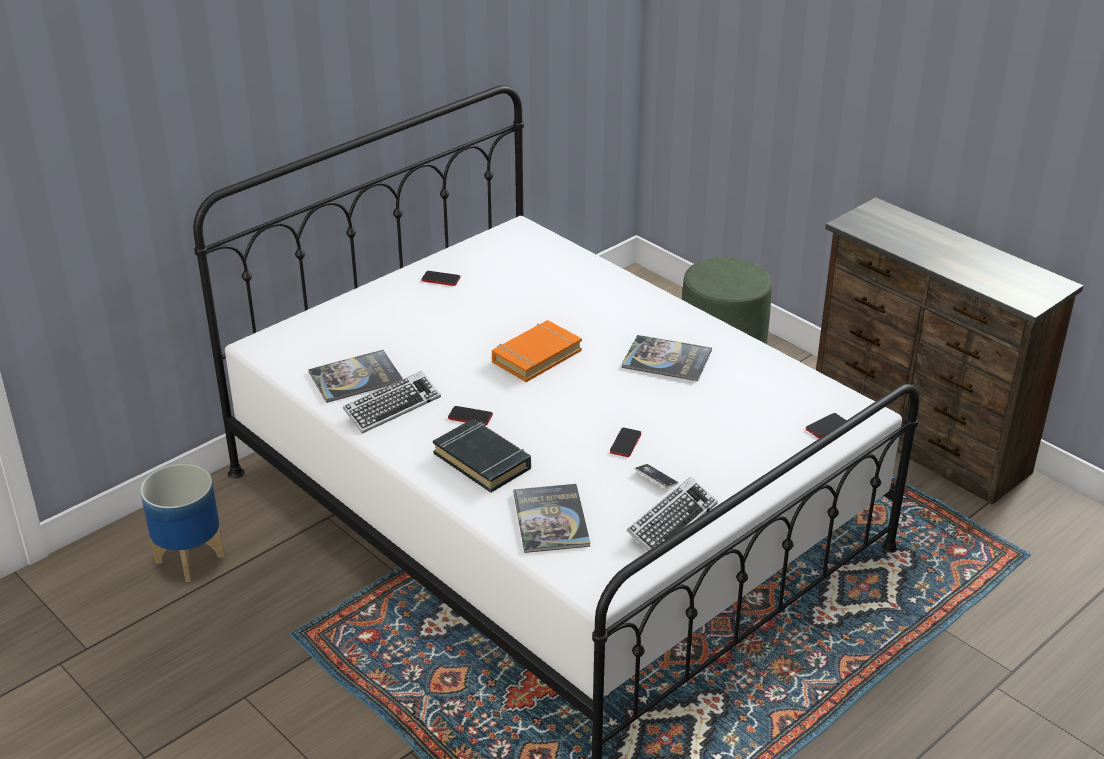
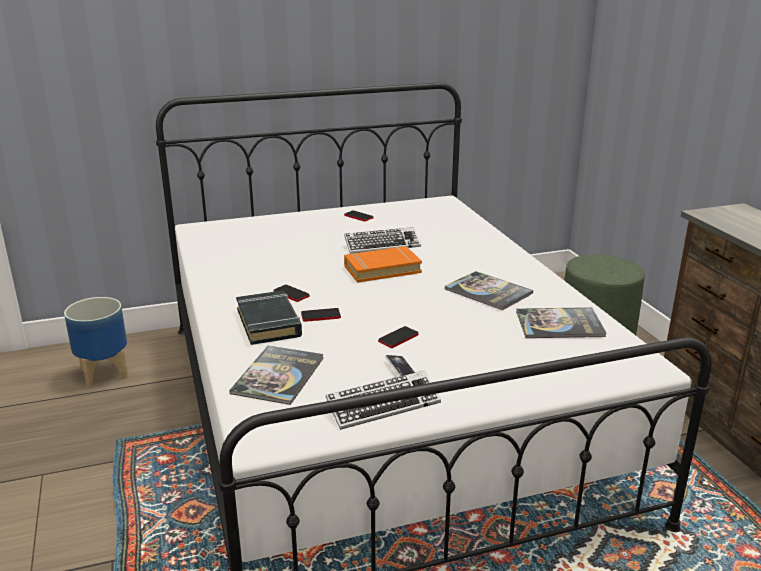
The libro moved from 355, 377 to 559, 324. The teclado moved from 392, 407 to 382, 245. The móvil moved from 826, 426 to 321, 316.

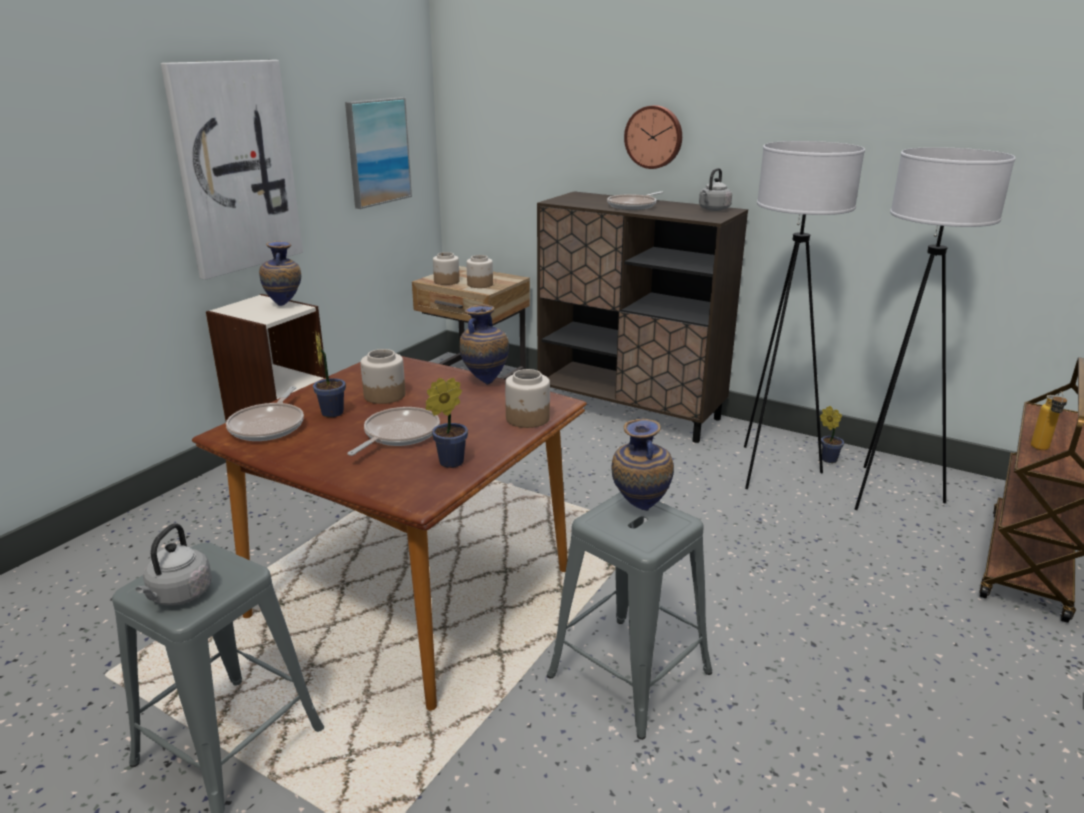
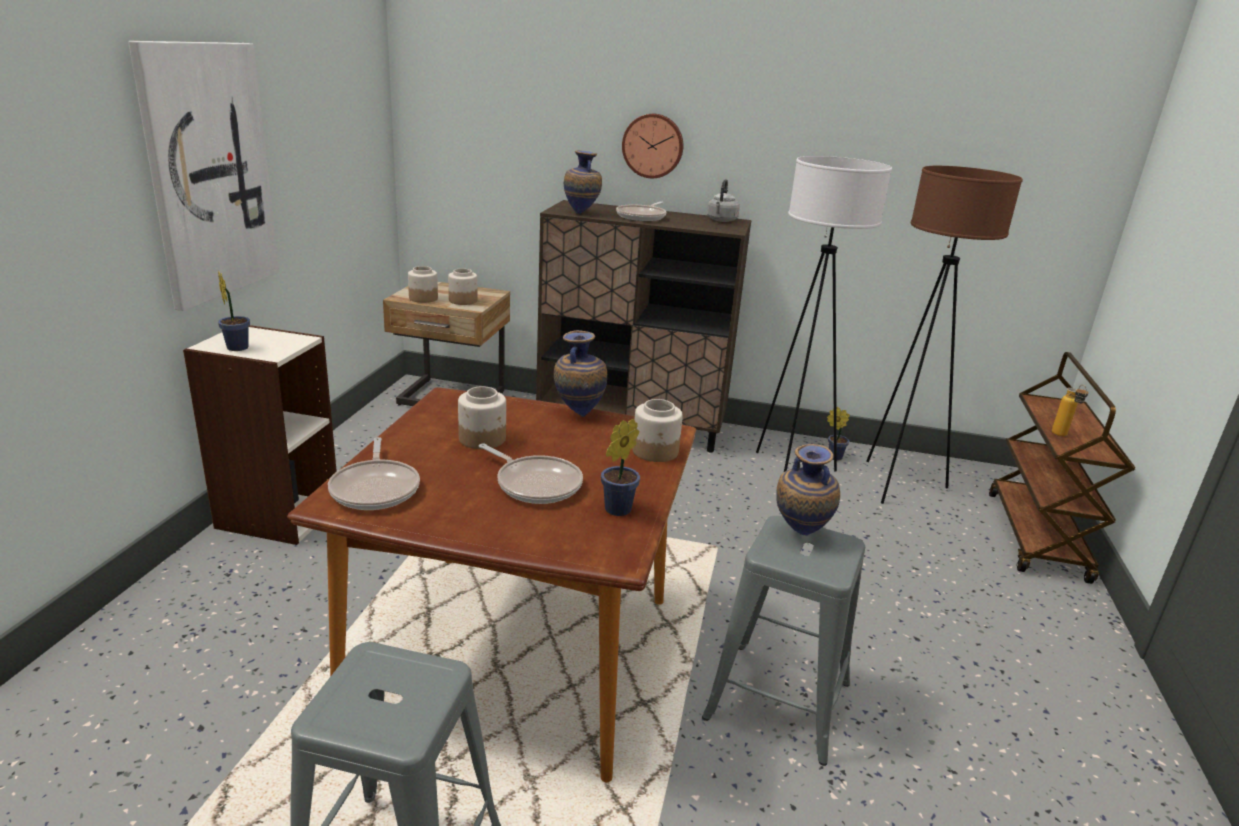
The cuadro at 378, 152 disappeared. The lámpara de pie (blanco) at 886, 492 became the lámpara de pie (marrón) at 897, 484. The florero moved from 285, 305 to 582, 213. The planta en maceta moved from 332, 411 to 237, 347. The sartén at 398, 435 turned 120 degrees clockwise. The hervidor (gris) at 179, 595 disappeared.

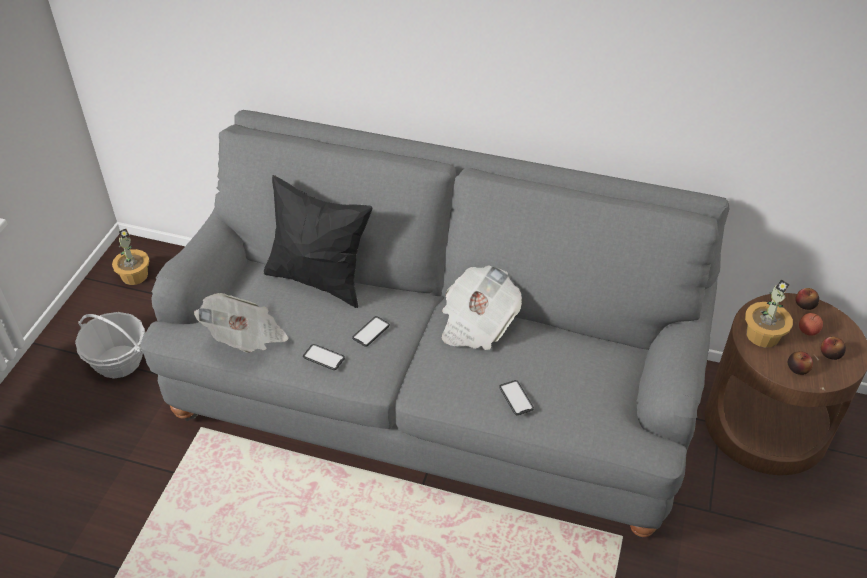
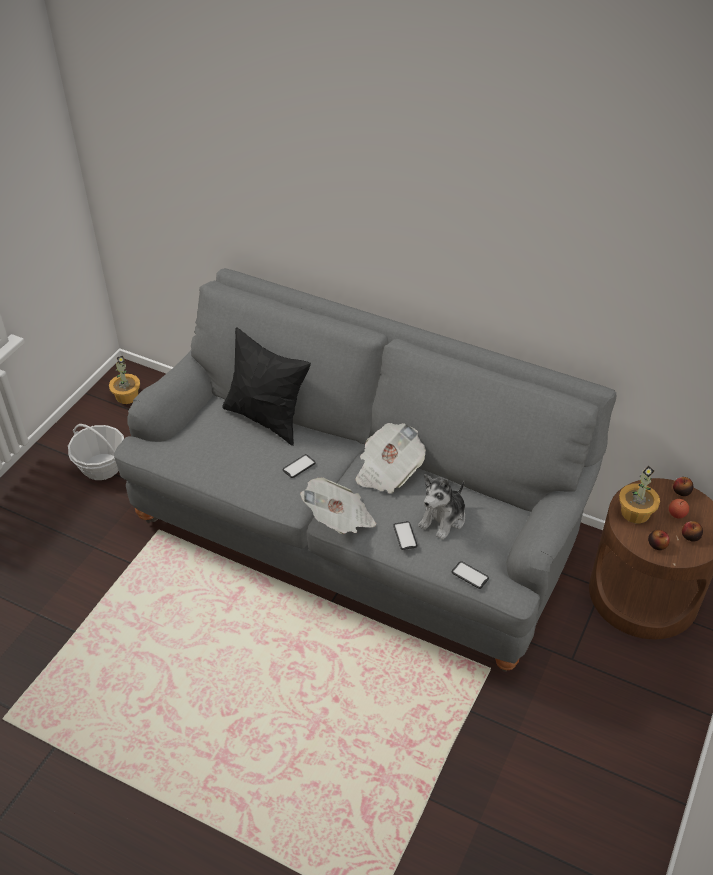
The periódico moved from 246, 338 to 339, 519. The móvil moved from 323, 357 to 470, 575. The peluche at 443, 519 appeared.

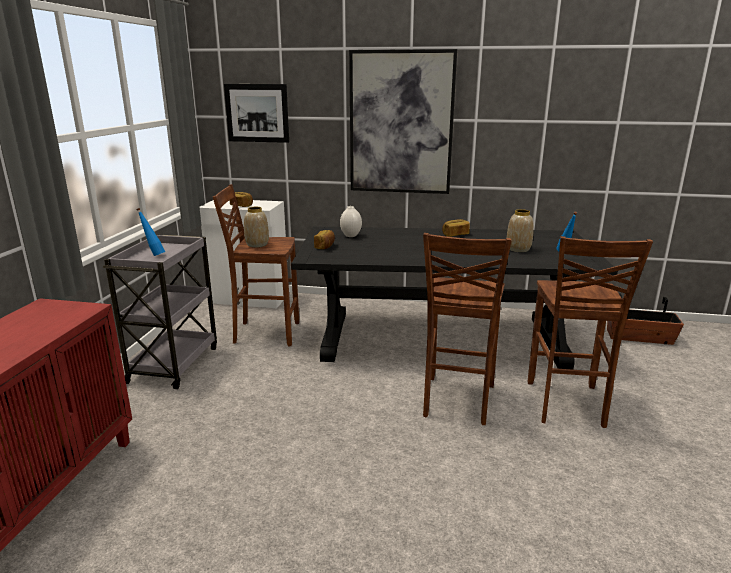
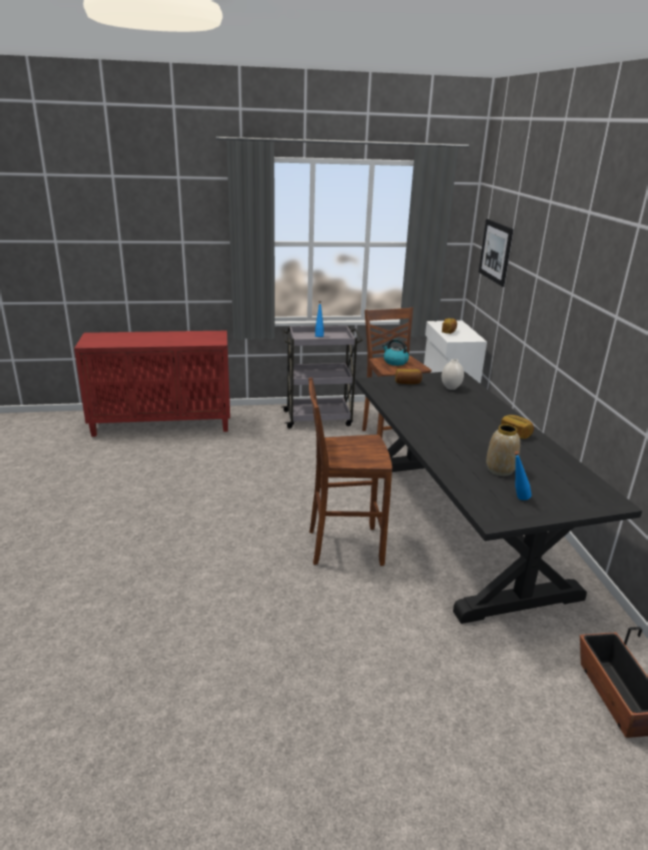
The cuadro at 401, 123 disappeared. The florero at 257, 244 was replaced by the hervidor at 395, 362. The taburete (marrón) at 566, 405 disappeared.

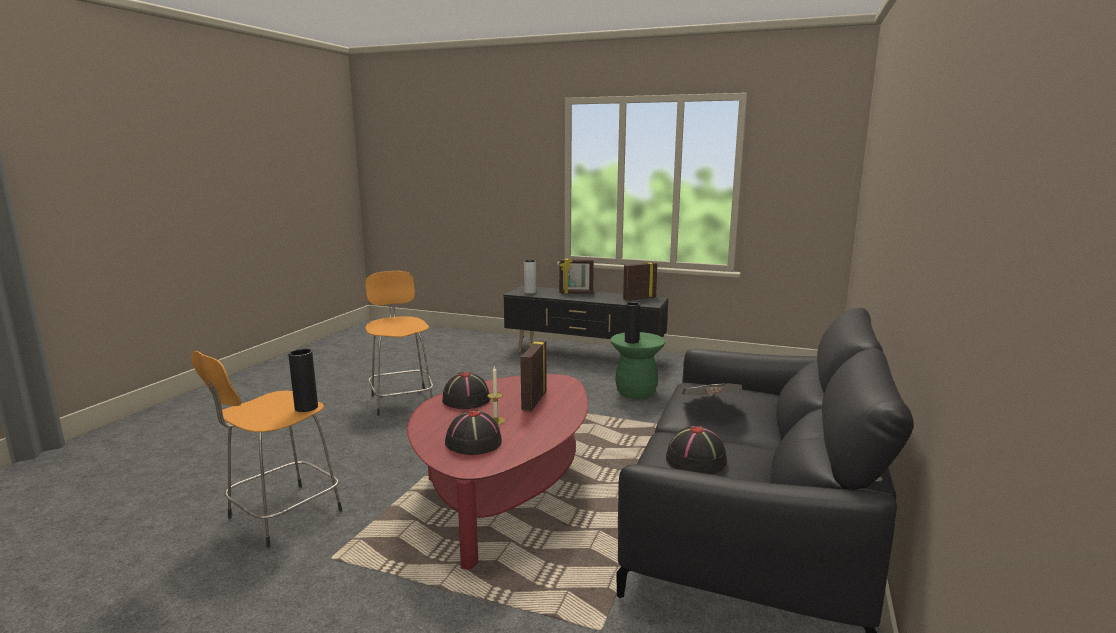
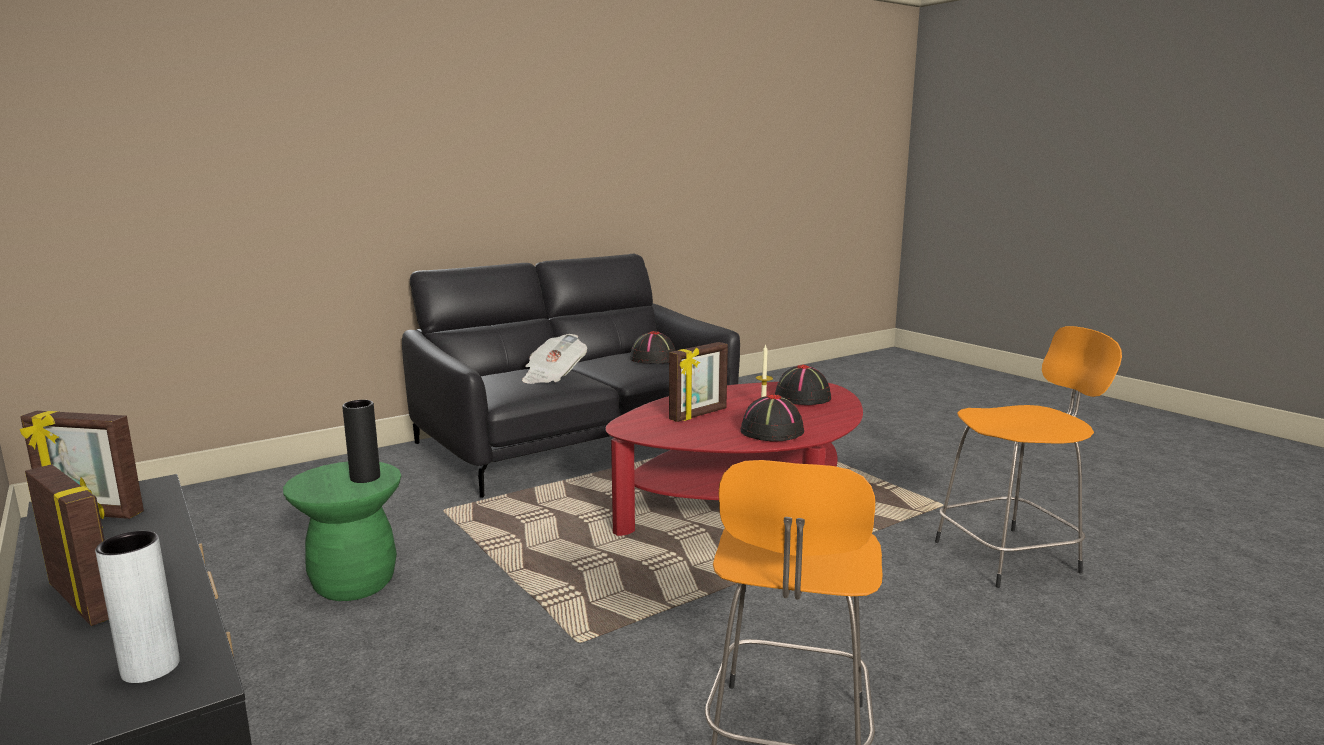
The florero (negro) at 306, 408 disappeared.

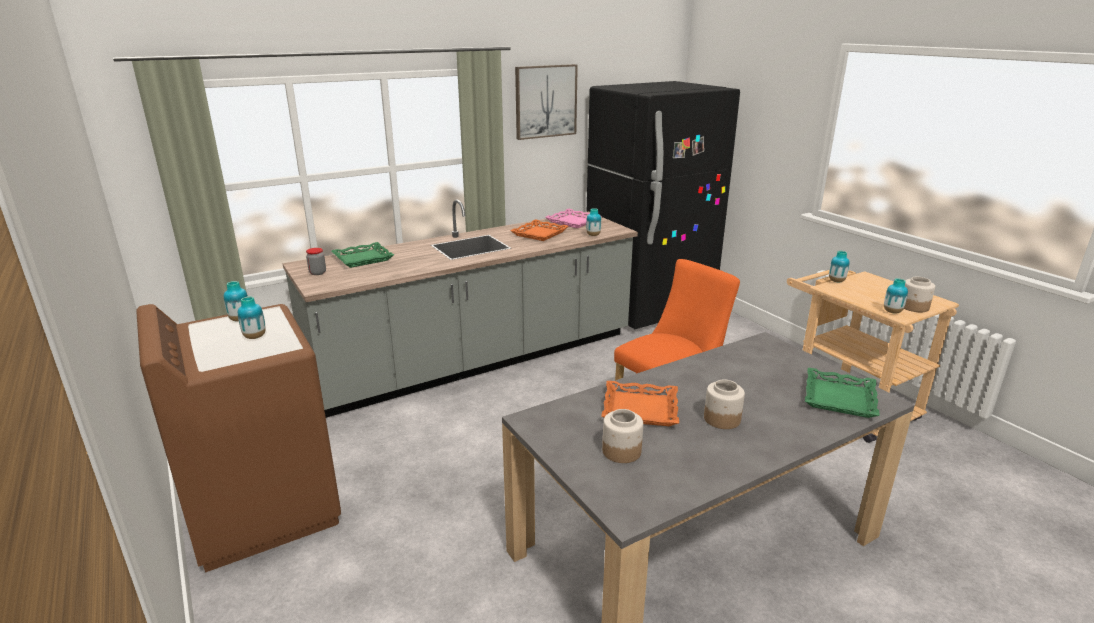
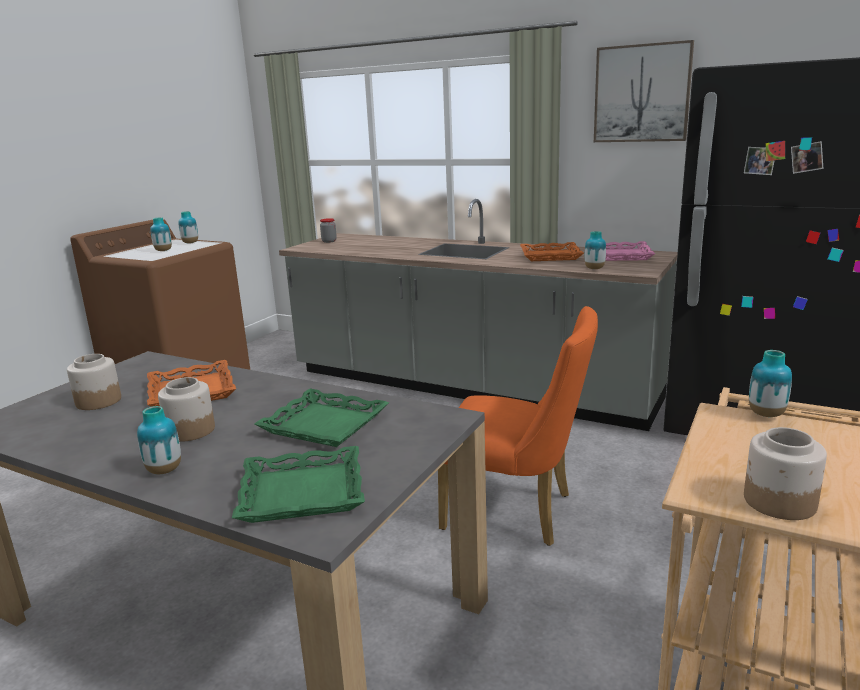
The bandeja (verde) moved from 363, 258 to 325, 424. The florero moved from 892, 312 to 164, 470.

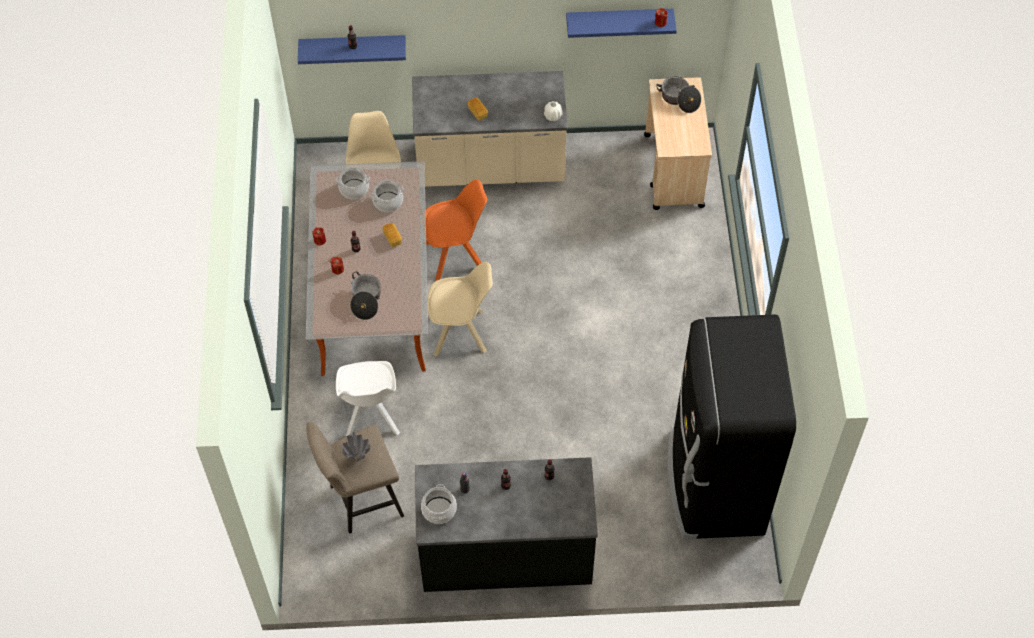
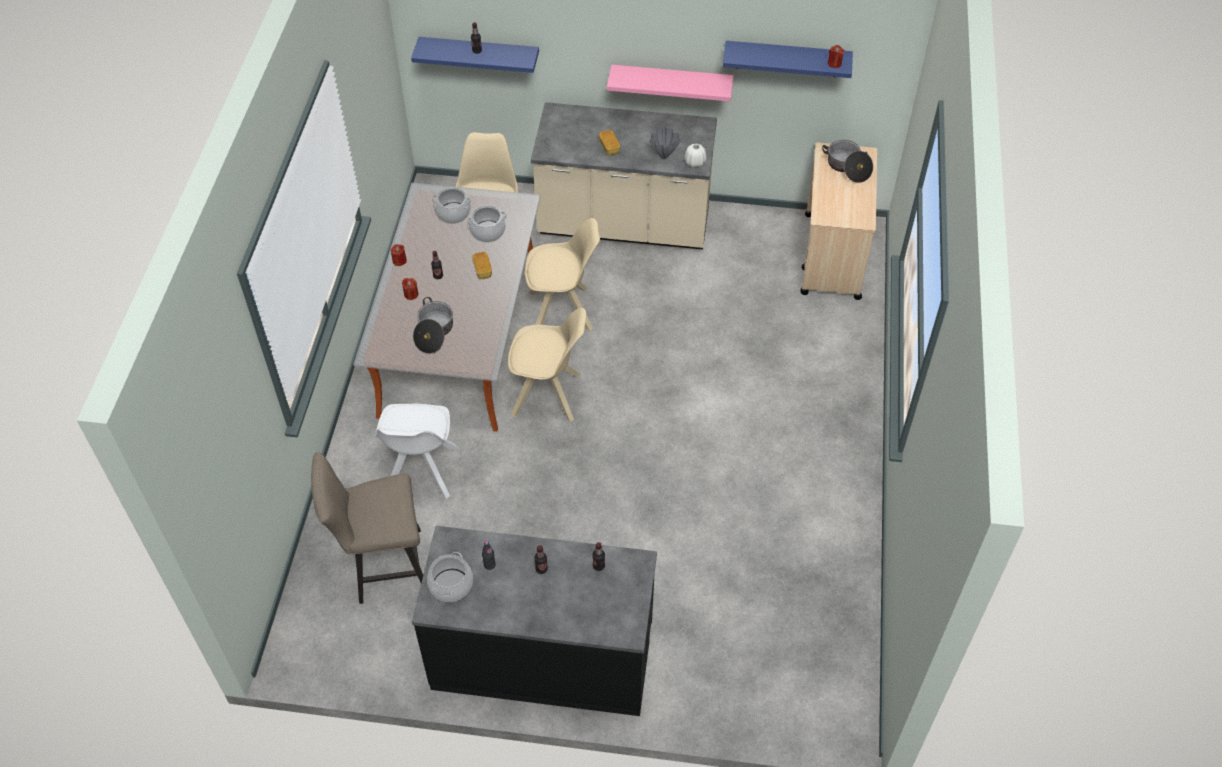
The silla (naranja) at 456, 255 became the silla (beis) at 563, 311. The nevera (negro) at 714, 483 disappeared. The florero (gris) moved from 357, 458 to 663, 157. The estante (rosa) at 671, 82 appeared.

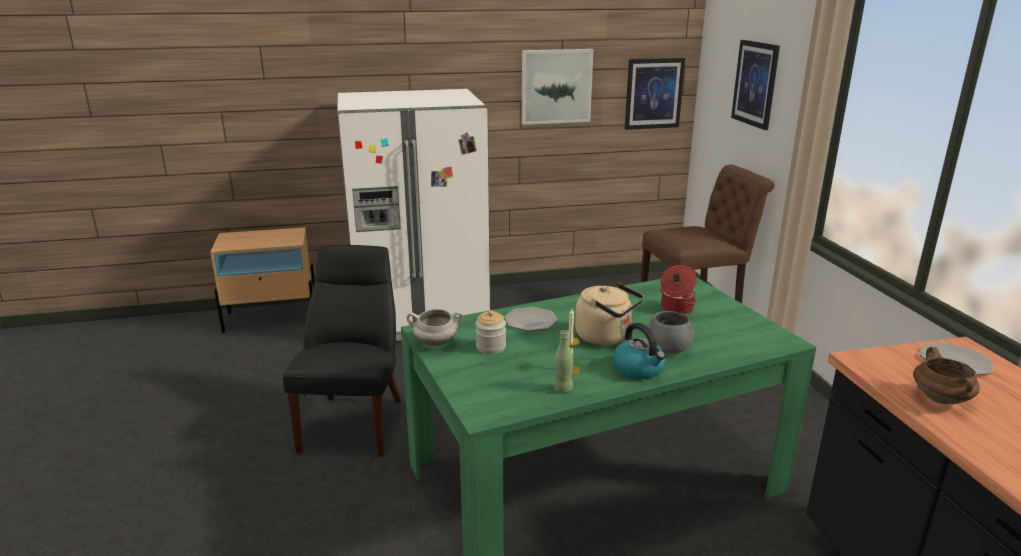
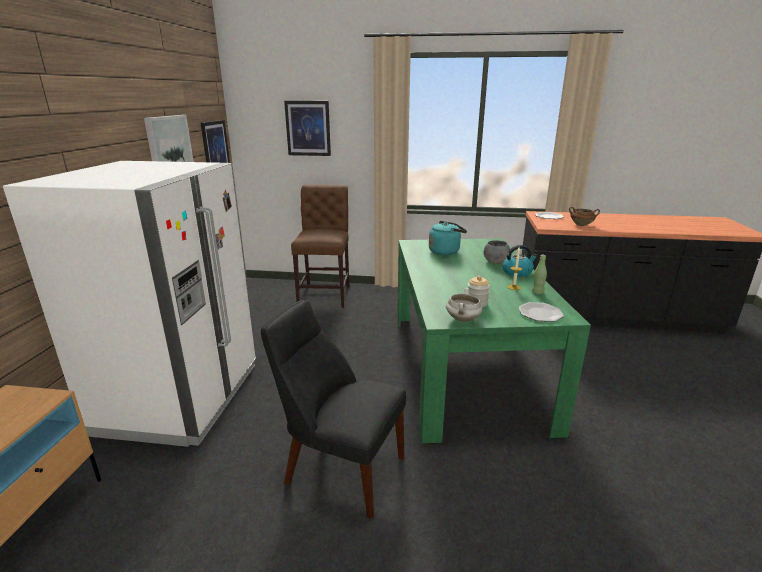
The olla at 676, 308 was replaced by the hervidor (turquesa) at 445, 251. The hervidor (beis) at 606, 337 disappeared. The plato moved from 530, 321 to 540, 313.

